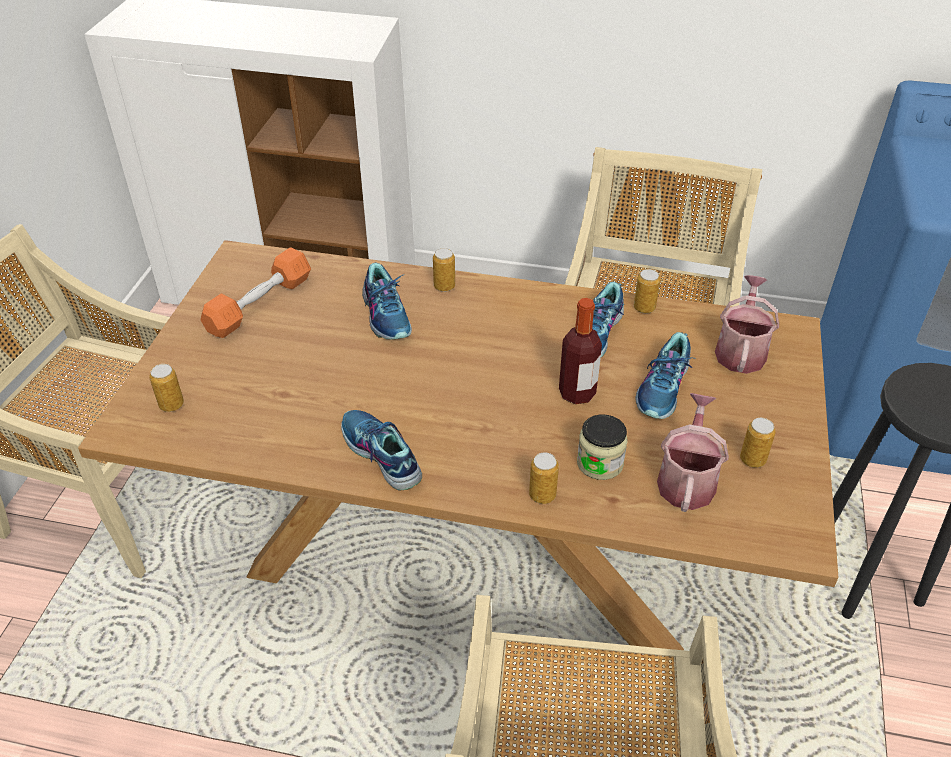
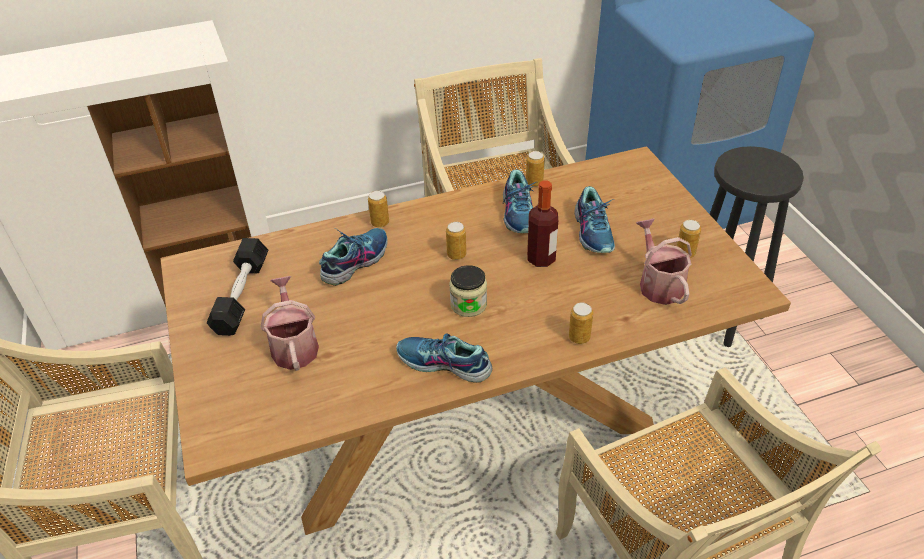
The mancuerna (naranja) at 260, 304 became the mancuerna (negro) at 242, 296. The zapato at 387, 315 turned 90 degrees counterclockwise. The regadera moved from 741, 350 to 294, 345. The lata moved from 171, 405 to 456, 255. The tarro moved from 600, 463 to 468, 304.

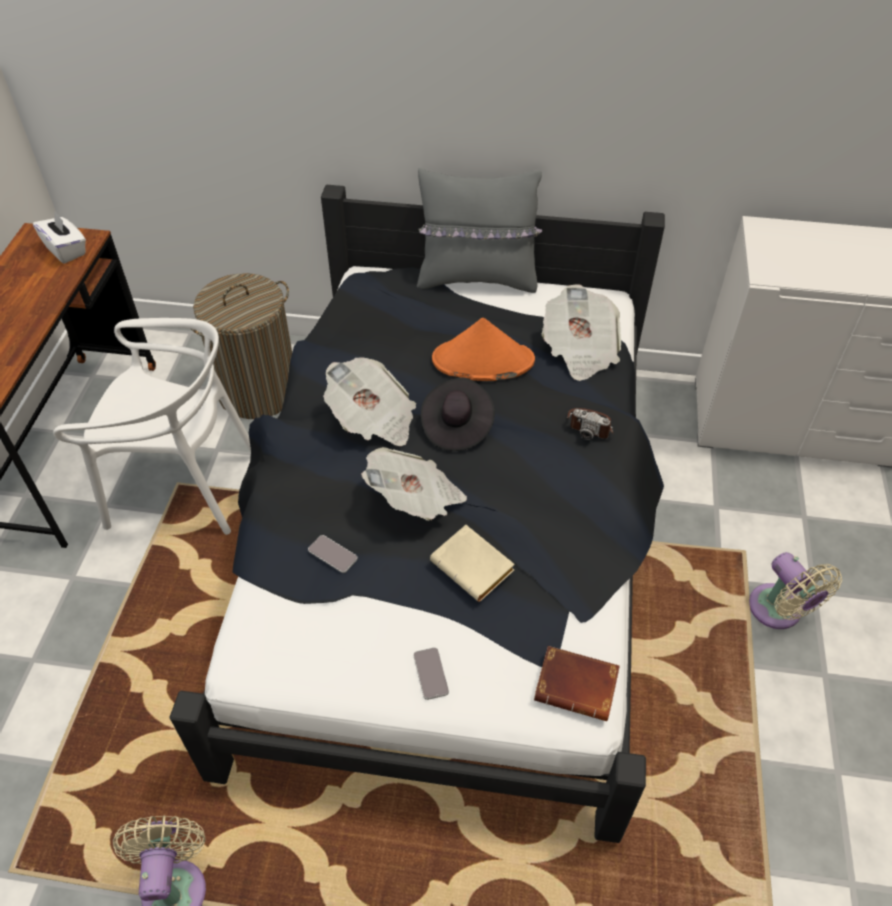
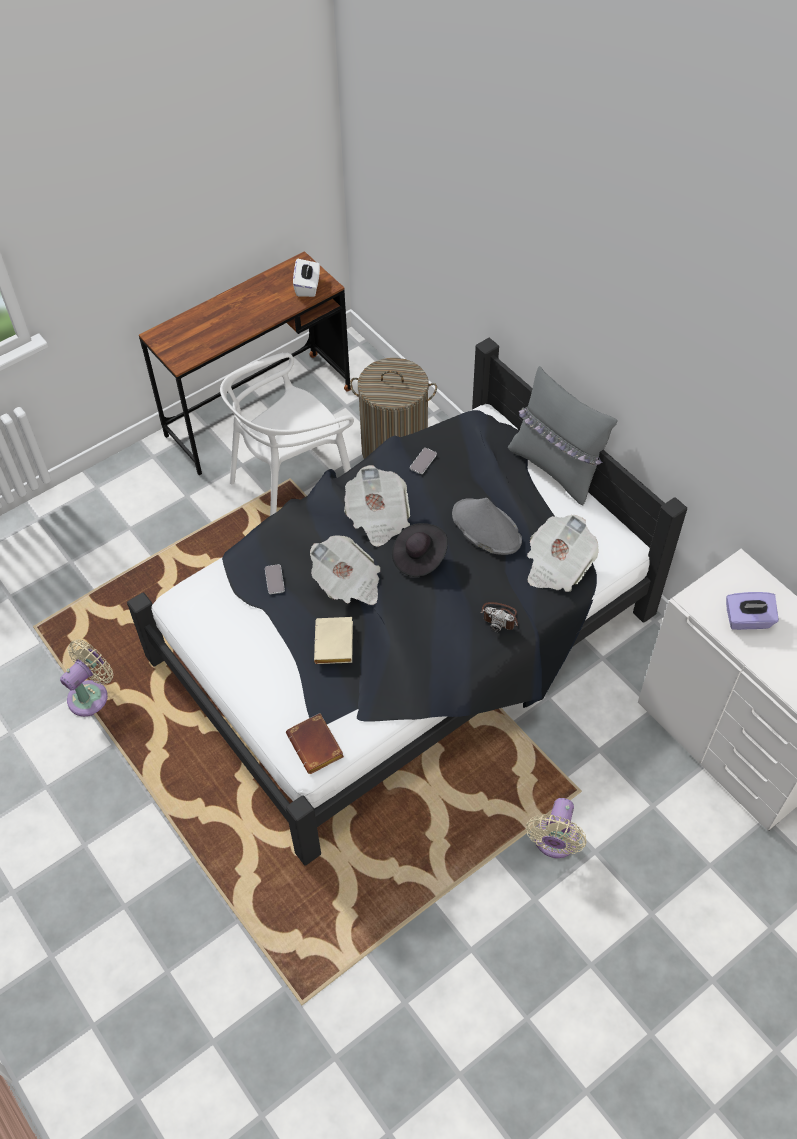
The silla (blanco) at 183, 486 turned 90 degrees clockwise. The sombrero (naranja) at 482, 360 became the sombrero (gris) at 486, 527. The cámara at 590, 425 turned 45 degrees counterclockwise. The móvil moved from 431, 673 to 423, 461. The caja de pañuelos (morado) at 747, 620 appeared.

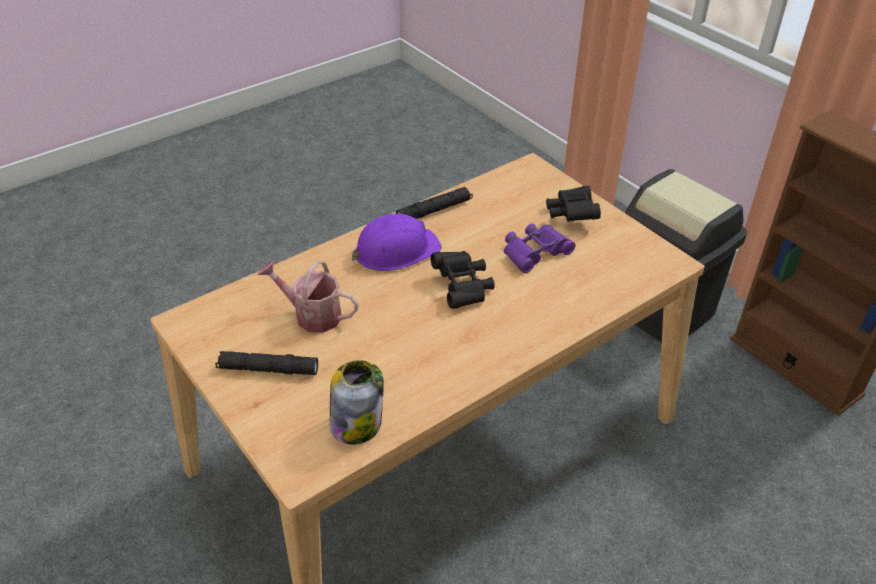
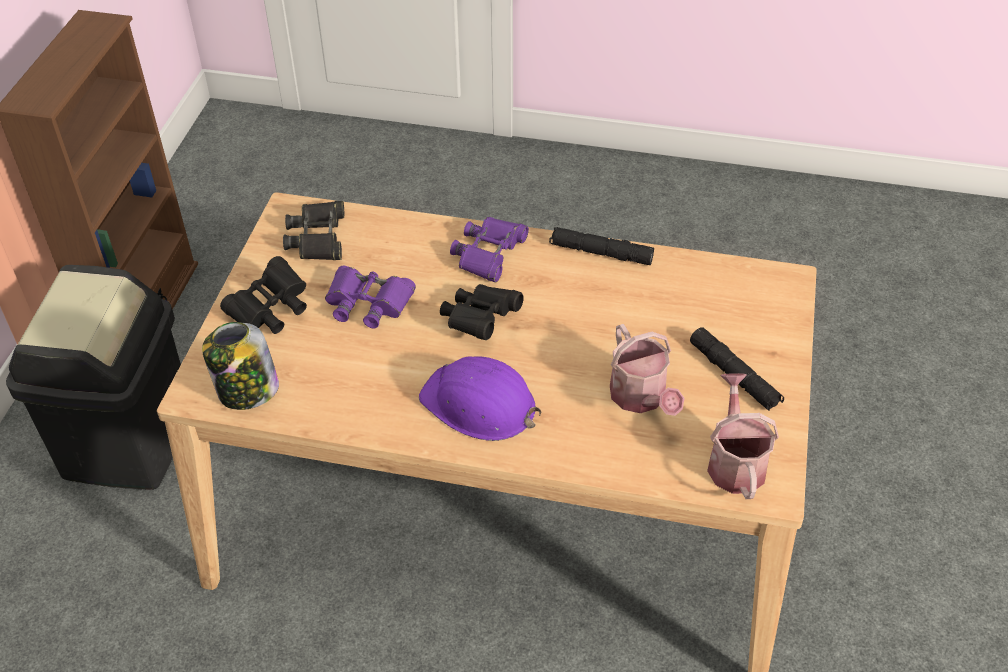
The linterna (negro) moved from 434, 210 to 601, 253. The tarro moved from 357, 423 to 247, 391. The prismáticos (negro) at 318, 237 appeared. The prismáticos (morado) at 489, 253 appeared. The regadera at 735, 461 appeared.

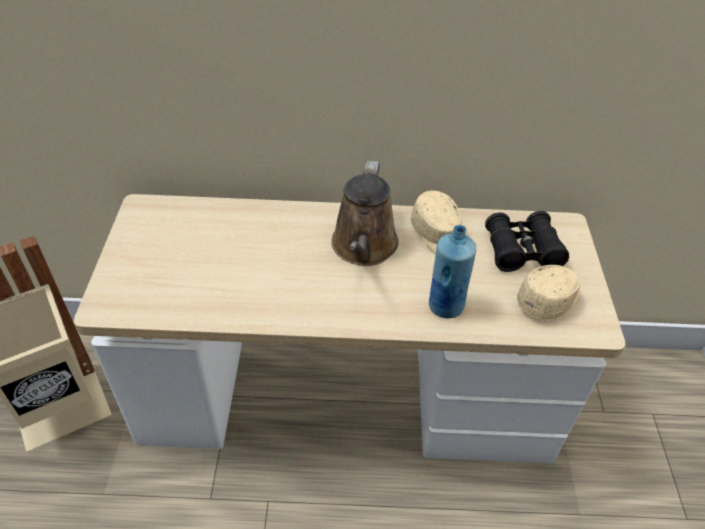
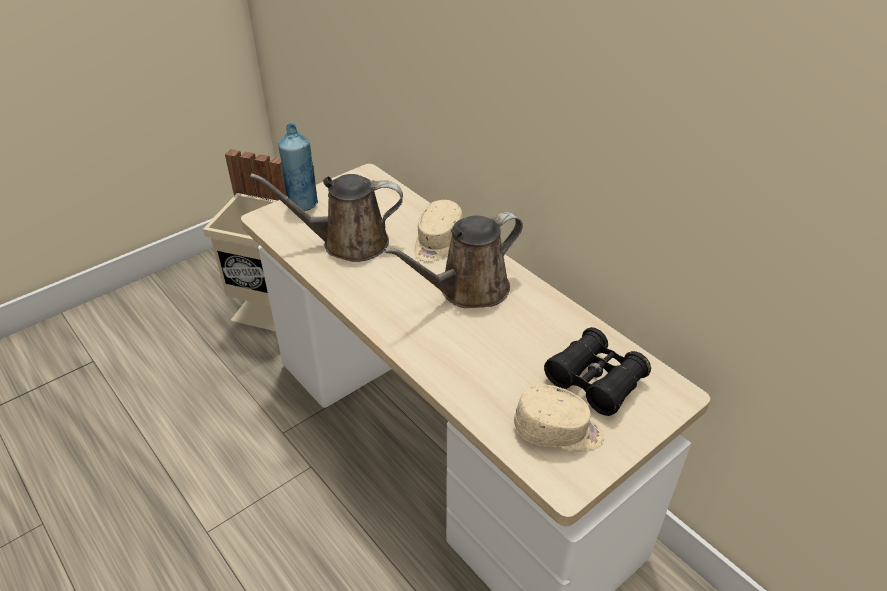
The gorra (beis) moved from 437, 235 to 437, 242. The botella (azul) moved from 445, 306 to 303, 204. The regadera (marrón) at 348, 243 appeared.

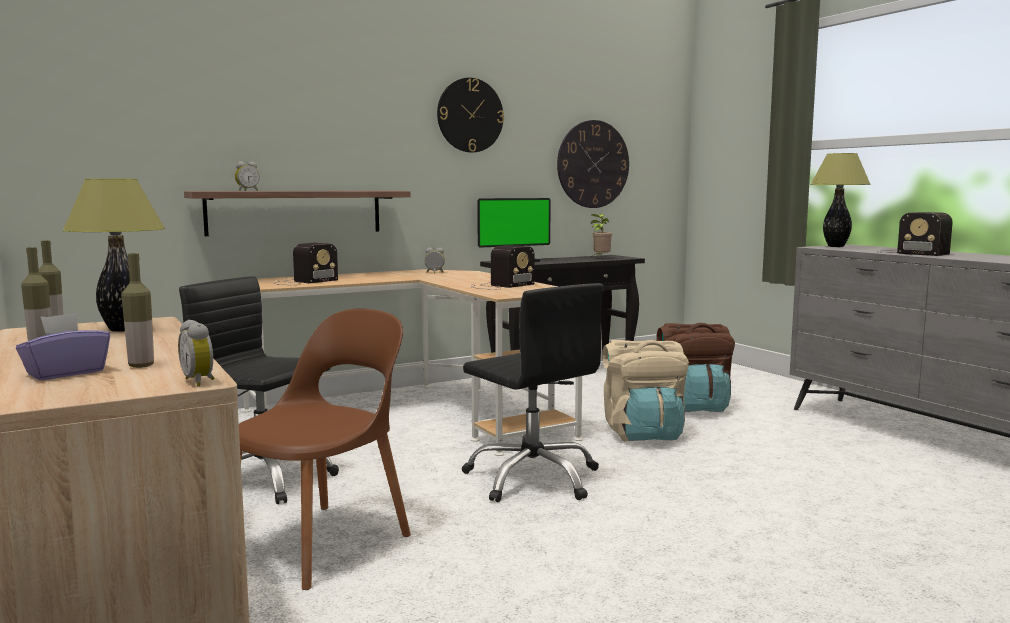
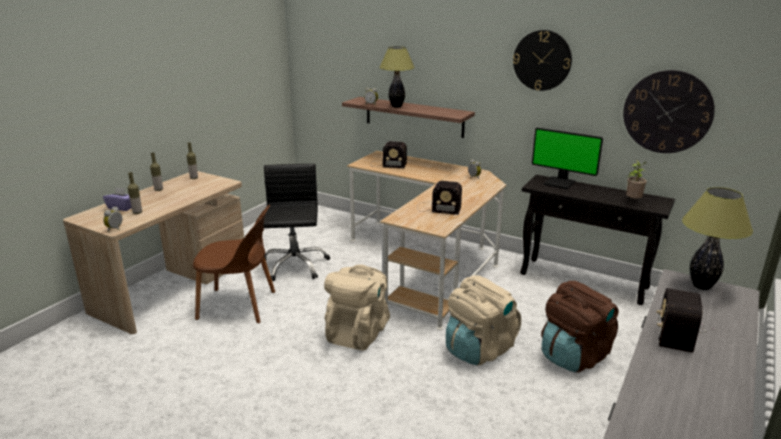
The lámpara de mesa moved from 122, 329 to 396, 106. The silla de oficina (negro) at 533, 478 was replaced by the mochila (beis) at 358, 332.

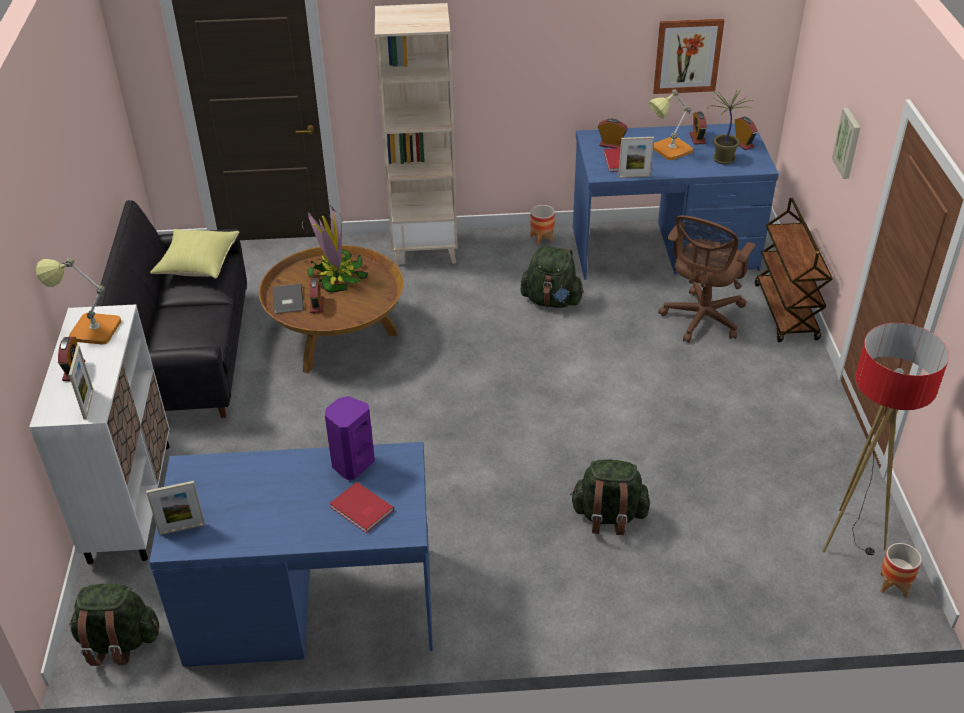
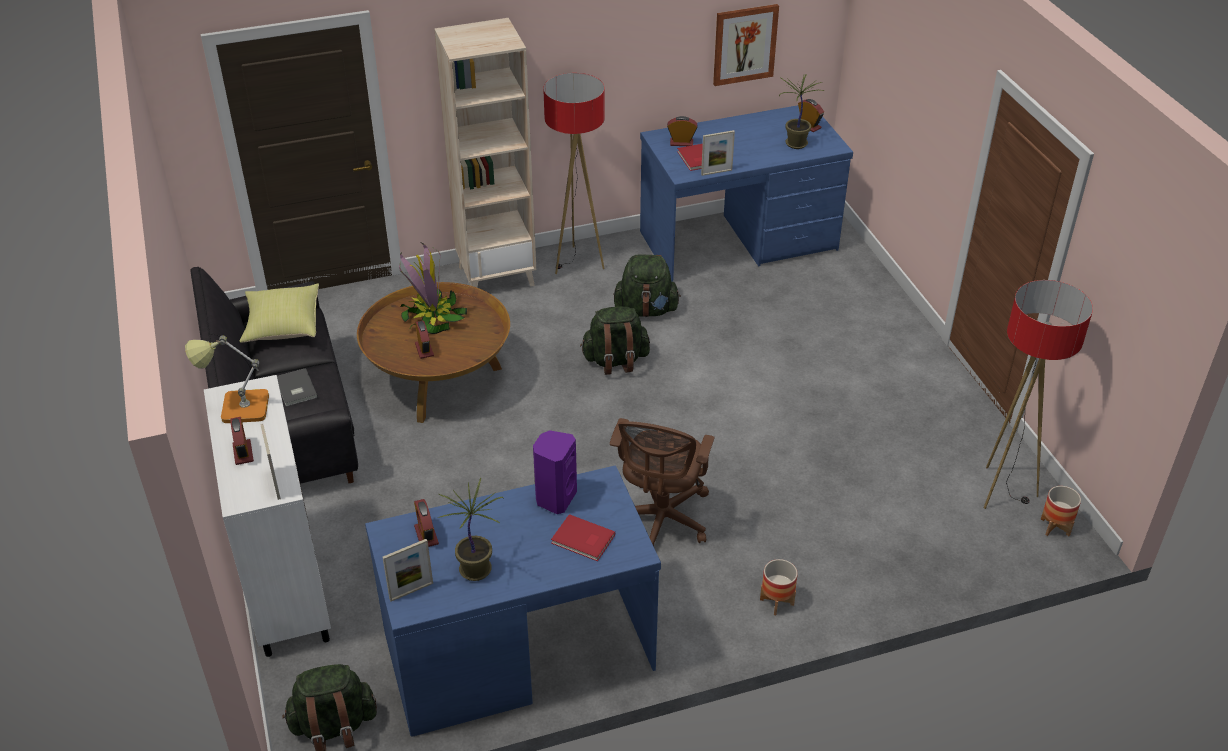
The lámpara de mesa at 667, 151 disappeared. The cuadro at 848, 143 disappeared. The despertador moved from 697, 138 to 426, 535. The carrito (marrón) at 786, 312 disappeared. The maceta moved from 542, 239 to 777, 602. The silla de oficina (marrón) moved from 701, 320 to 661, 522. The libro (gris) moved from 287, 300 to 295, 389. The mochila (verde) moved from 608, 516 to 615, 361. The lámpara de pie at 577, 263 appeared. The planta en maceta at 476, 569 appeared.

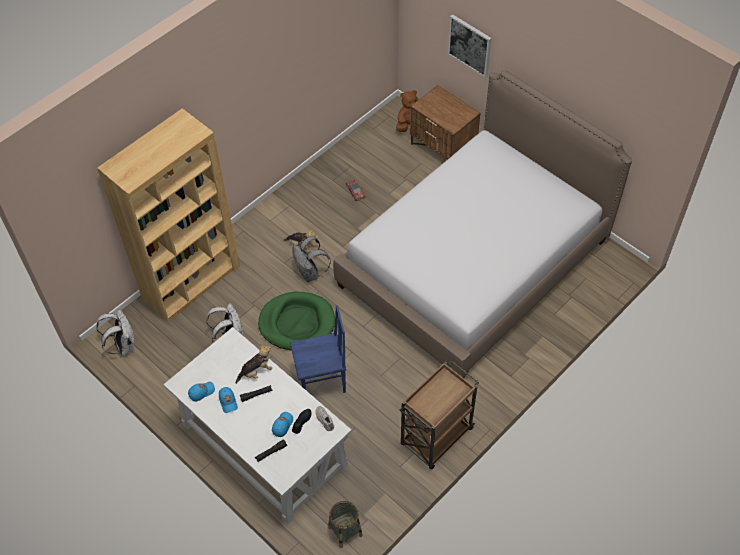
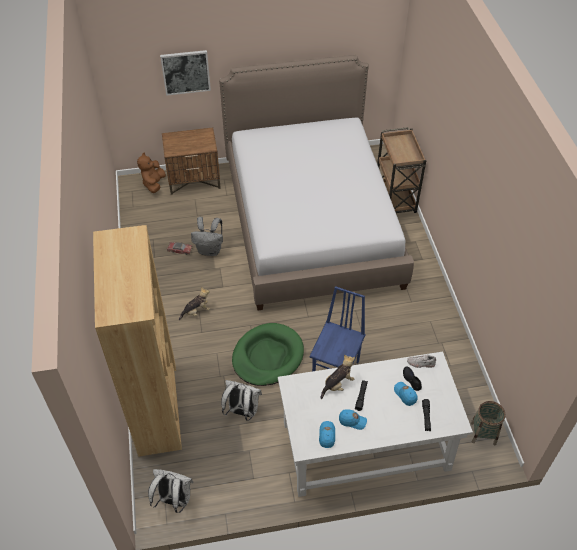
The mochila (gris) moved from 310, 273 to 210, 250. The peluche at 256, 371 turned 45 degrees clockwise. The carrito (marrón) moved from 436, 438 to 395, 200.

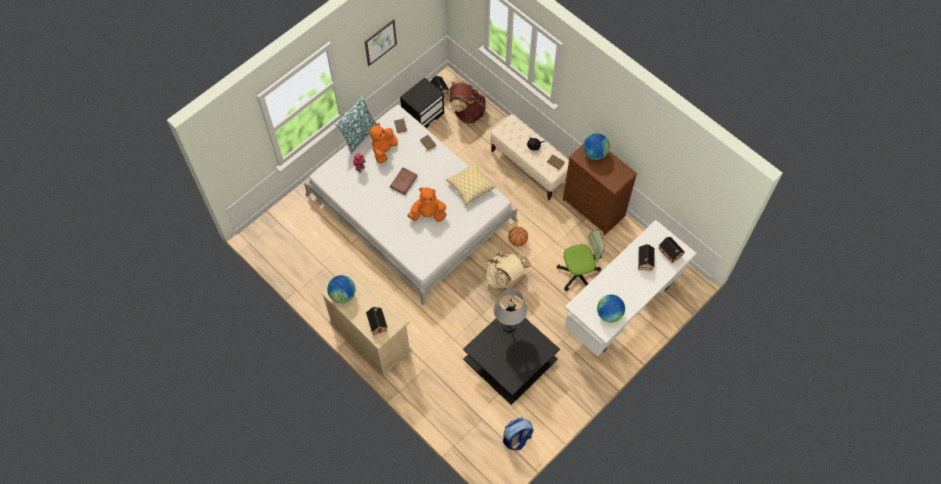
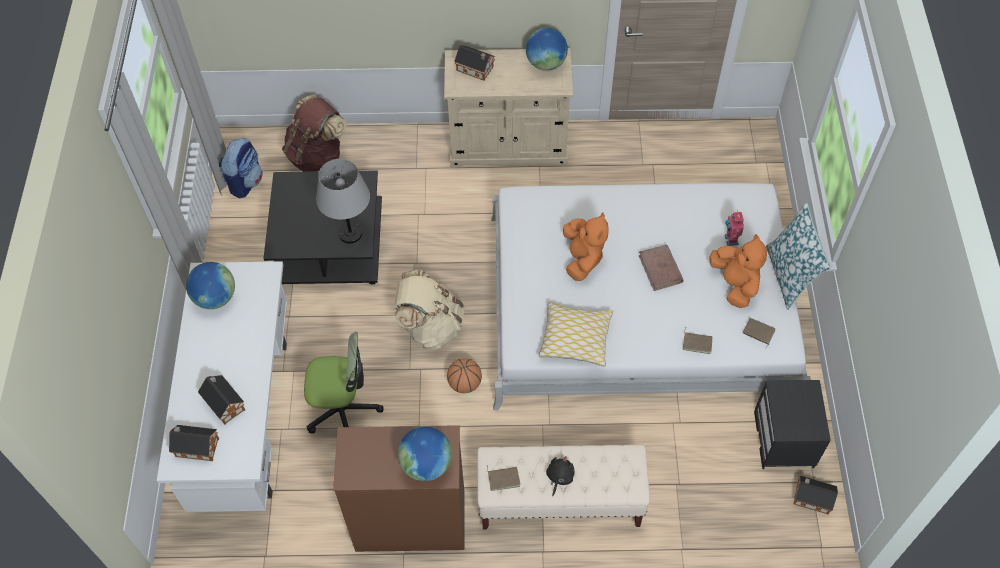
The cuadro at 380, 42 disappeared. The mochila (marrón) moved from 467, 112 to 317, 155. The peluche (naranja) at 428, 214 turned 45 degrees counterclockwise. The silla de oficina at 578, 274 turned 120 degrees counterclockwise.

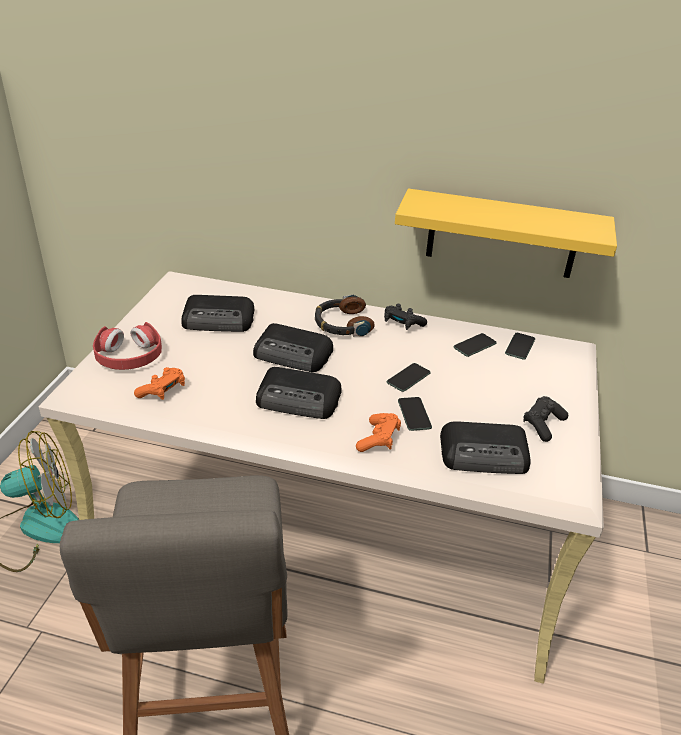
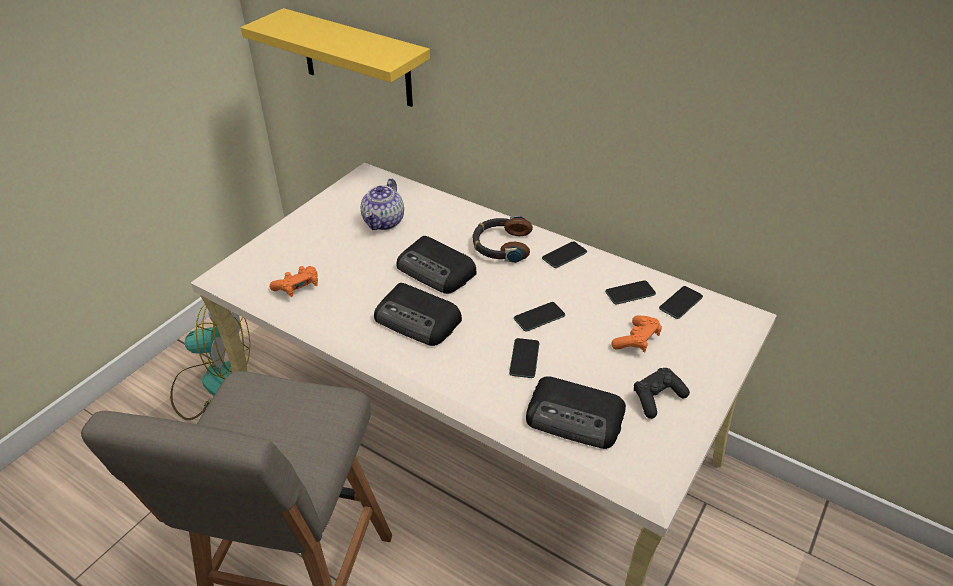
The estante (amarillo) moved from 502, 234 to 356, 58. The radio at 219, 320 was replaced by the tetera at 384, 222. The mando de consola (negro) at 402, 324 was replaced by the móvil at 564, 255. The auriculares (rojo) at 129, 356 disappeared. The mando de consola (naranja) moved from 378, 440 to 636, 341.

